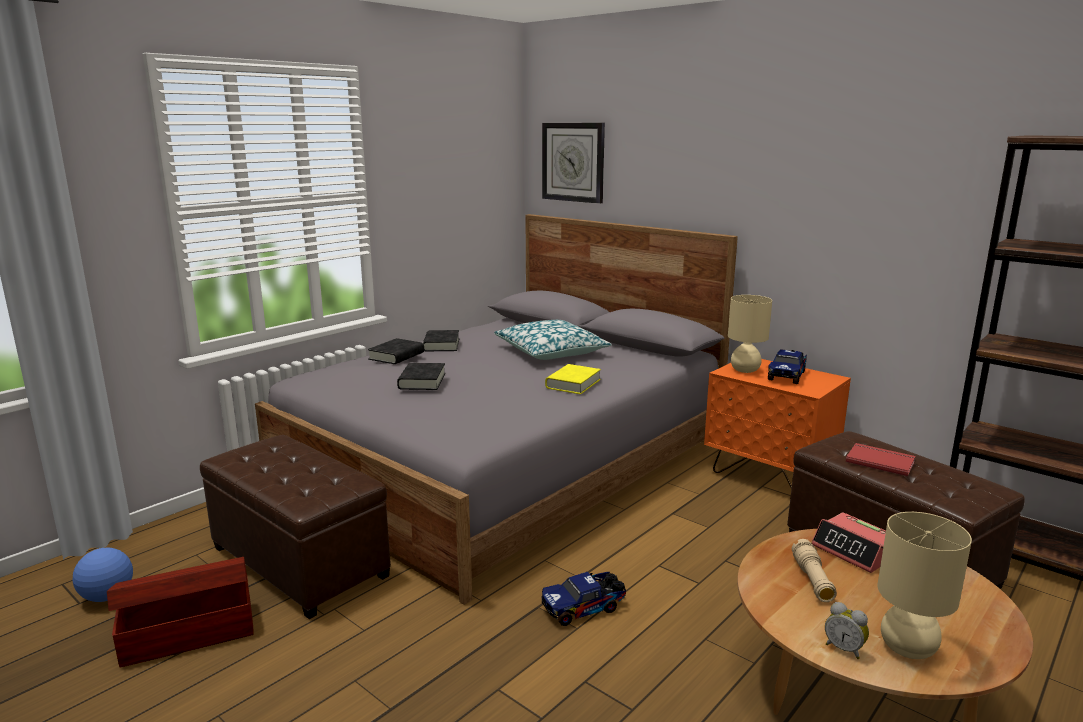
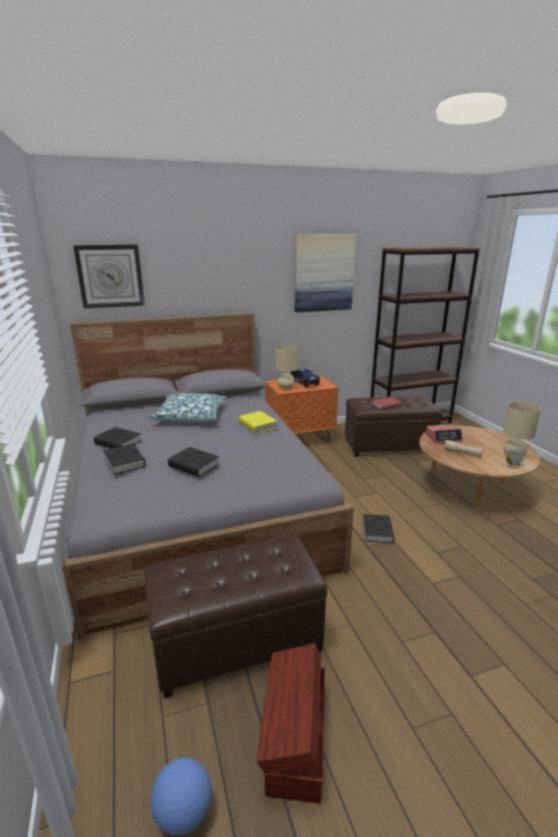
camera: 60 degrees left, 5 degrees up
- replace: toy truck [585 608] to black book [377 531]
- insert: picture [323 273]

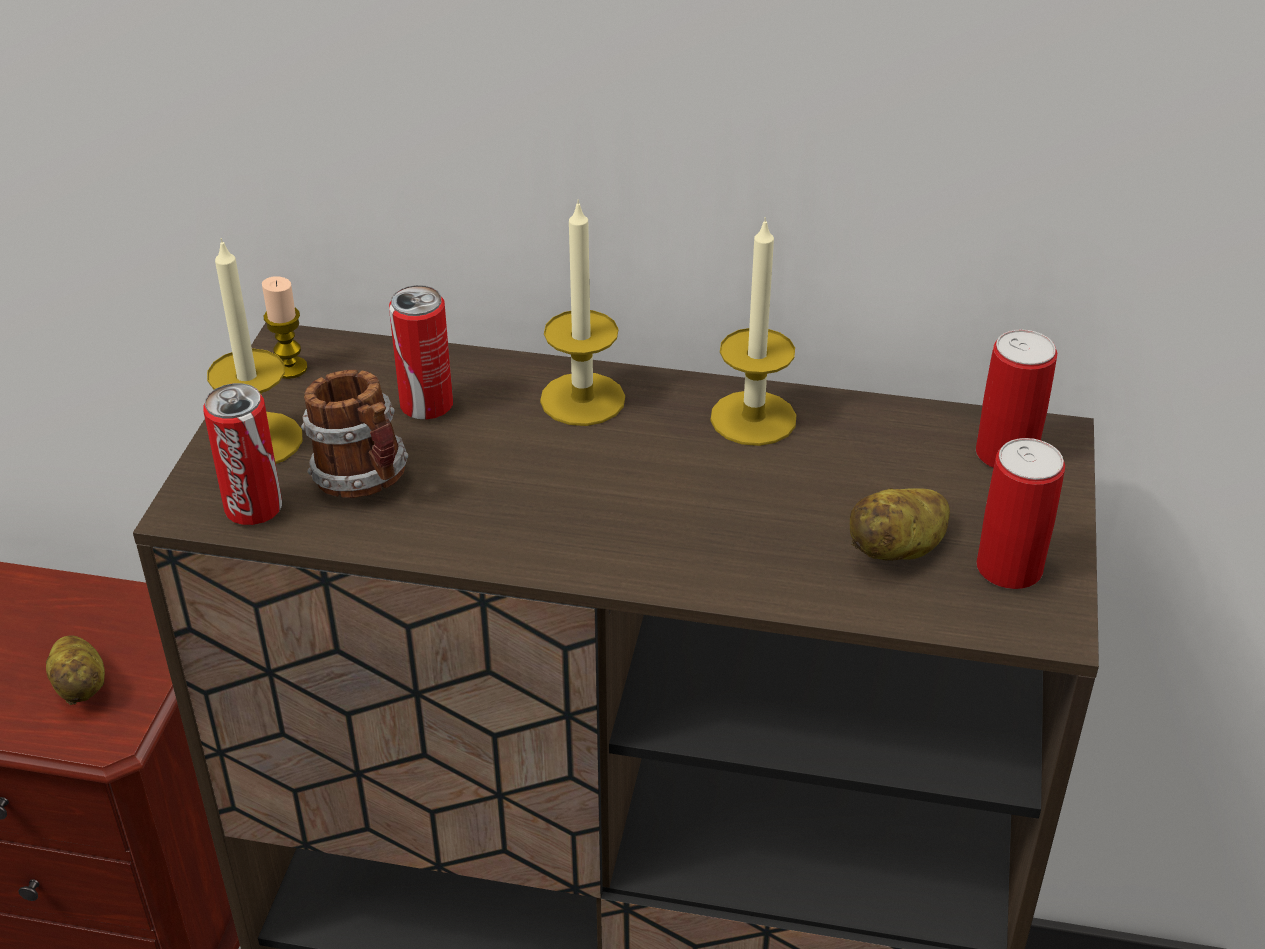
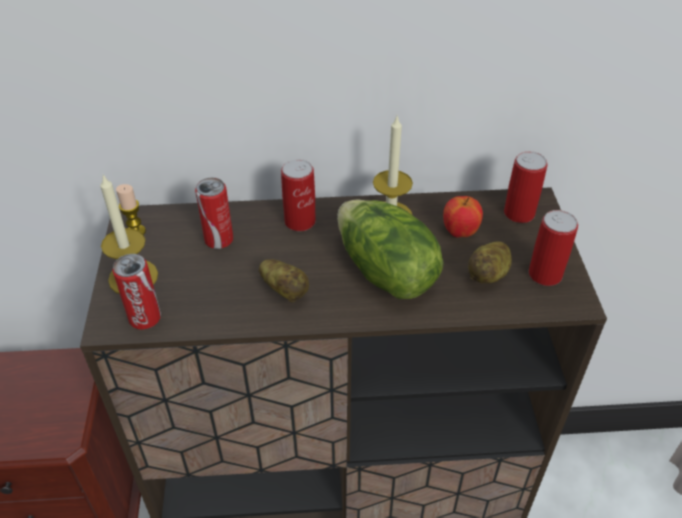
camera: 15 degrees left, 5 degrees up
- move: potato [82 685] to [285 290]
- delete: mug [365 480]
- replace: candle [582 399] to can [300 221]
- insert: lettuce [384 273]
- insert: apple [460 232]

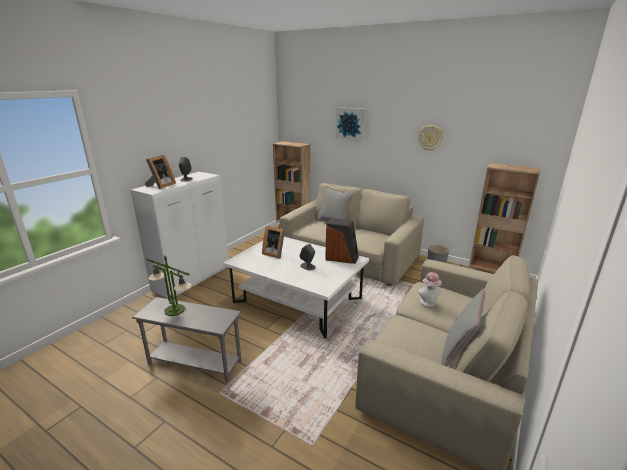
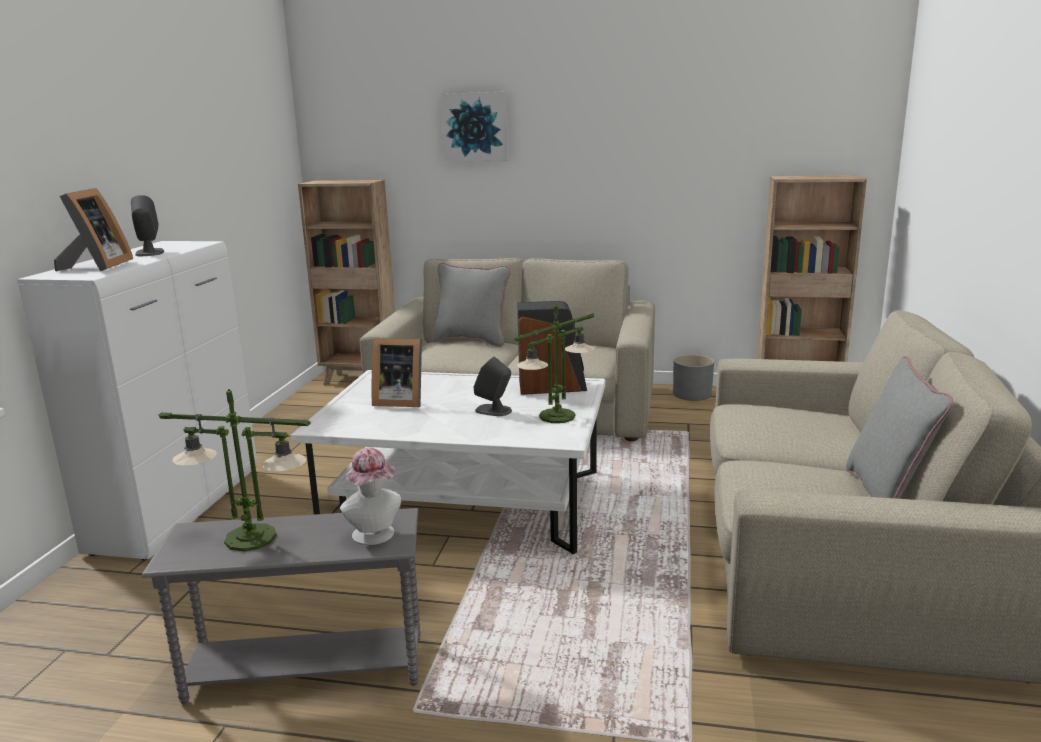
camera: 20 degrees left, 5 degrees down
- delete: wall clock [430 138]
- move: hat [428 303] to [375 537]
- insert: table lamp [557 416]

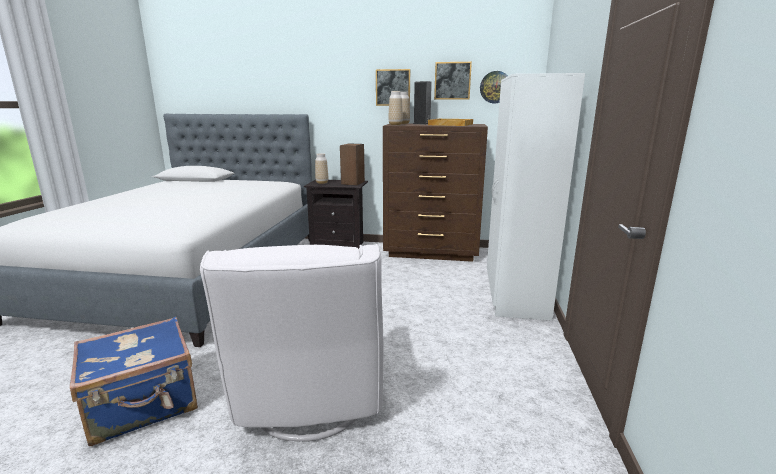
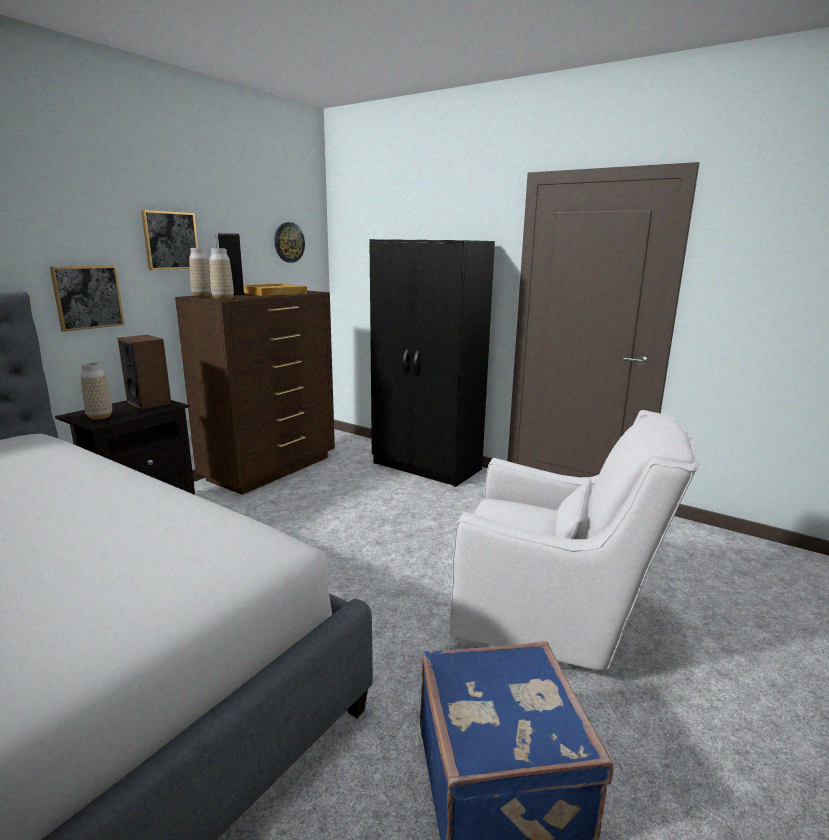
camera: 65 degrees left, 0 degrees up
- move: picture [452 81] to [88 297]
- recolor: white wardrobe [515 296] to black wardrobe [427 467]

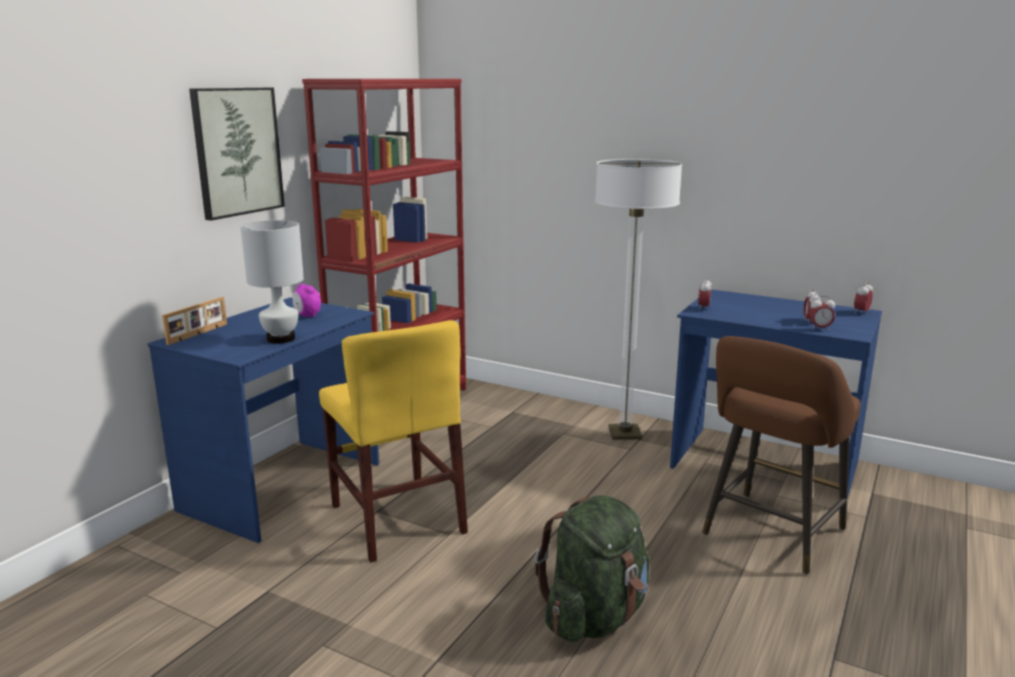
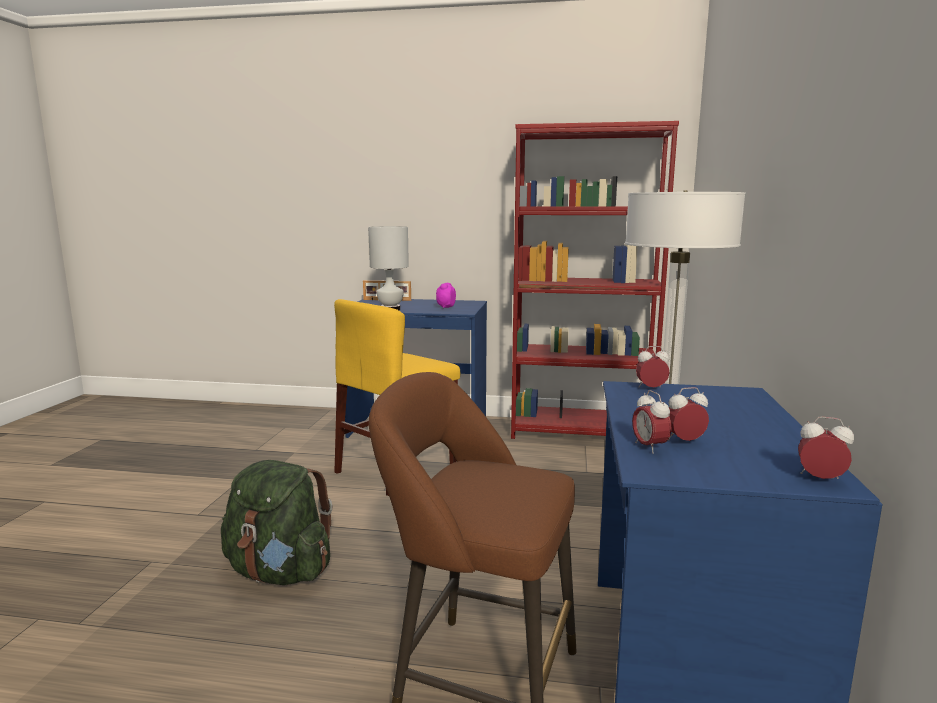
camera: 70 degrees right, 5 degrees down
- delete: picture [237 151]

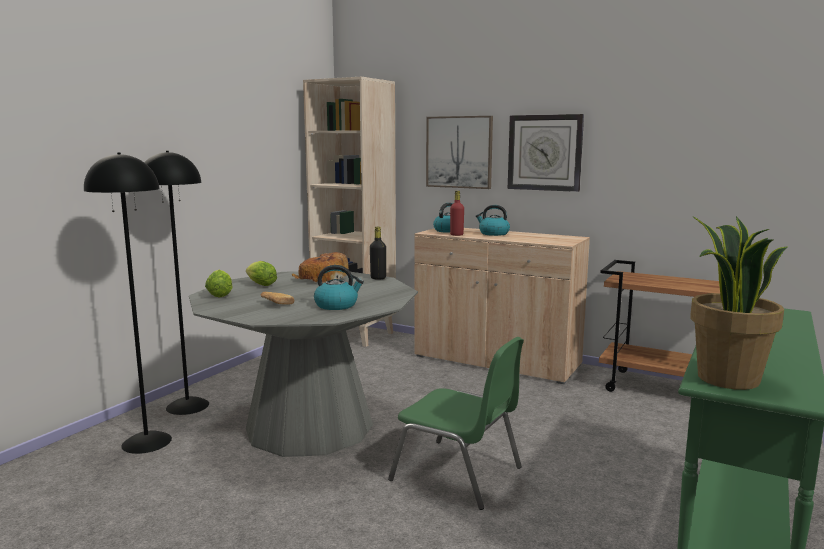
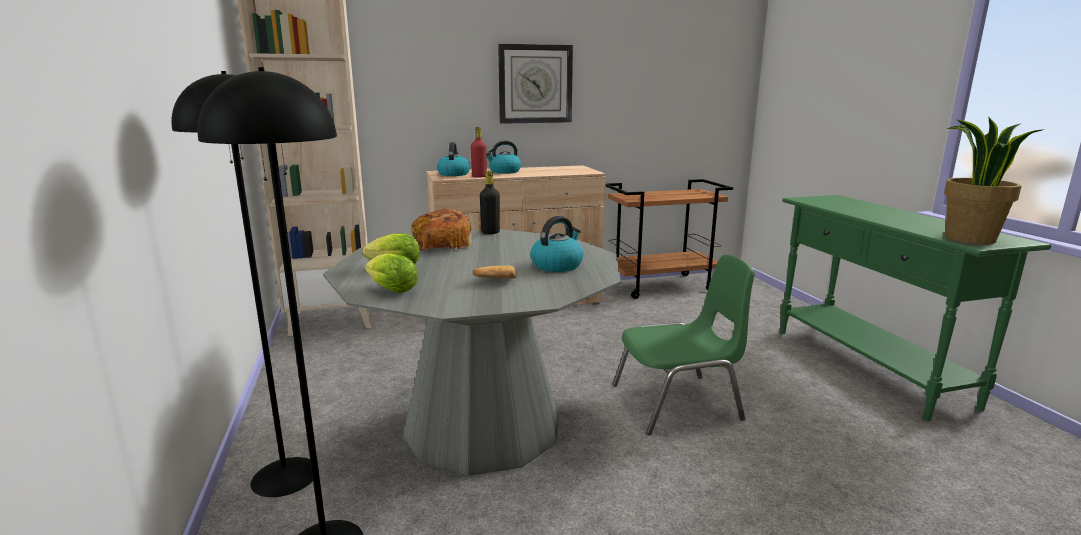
camera: 45 degrees left, 5 degrees up
- delete: picture [459 152]

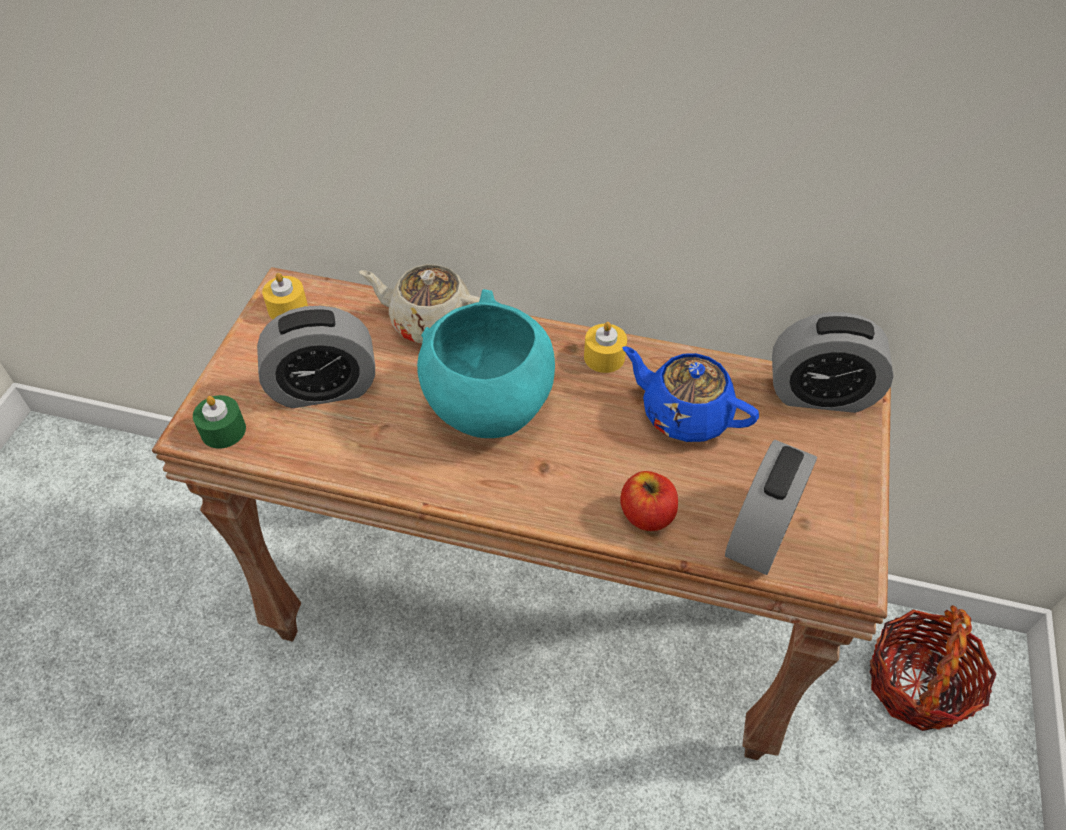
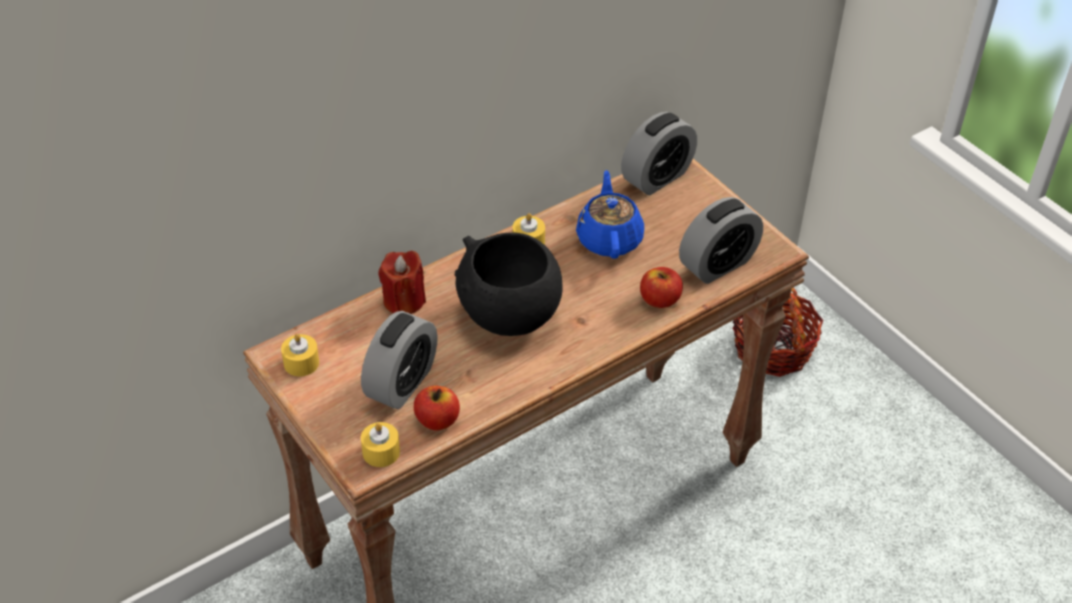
camera: 50 degrees left, 5 degrees down
- recolor: green candle [223 430] to yellow candle [381 452]
- replace: beige teapot [430 323] to red candle [404 301]
- recolor: turquoise bowl [488 408] to black bowl [509 317]
- rotate: blue teapot [684 414] = [609 239] 105 degrees clockwise
- rotate: alarm clock [760 533] = [717 264] 75 degrees clockwise
- insert: apple [437 420]

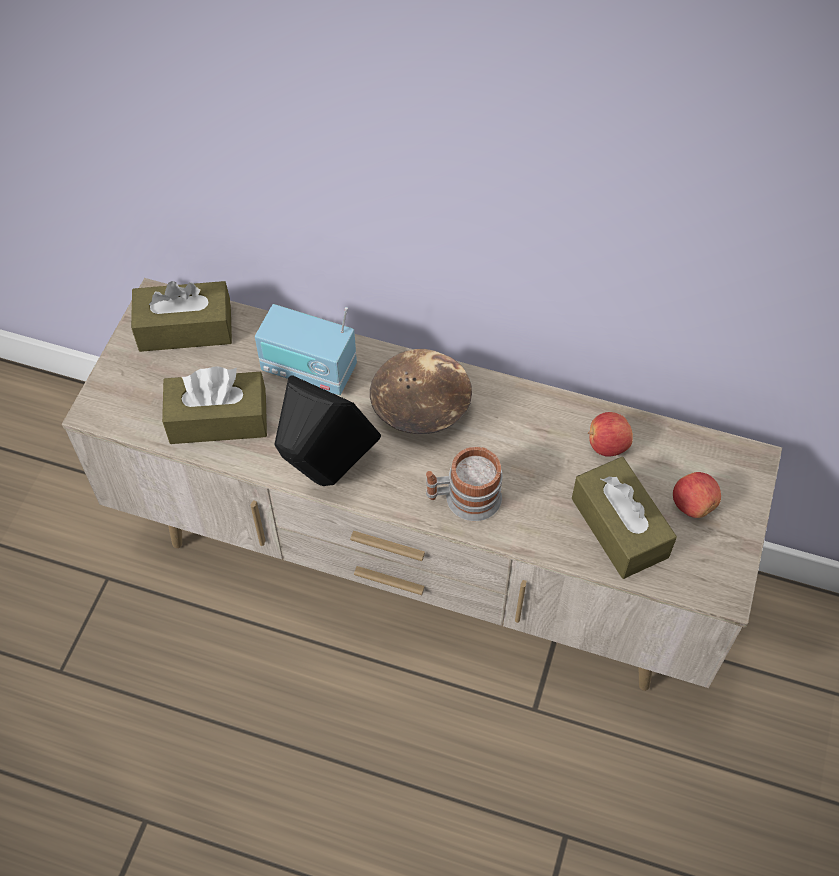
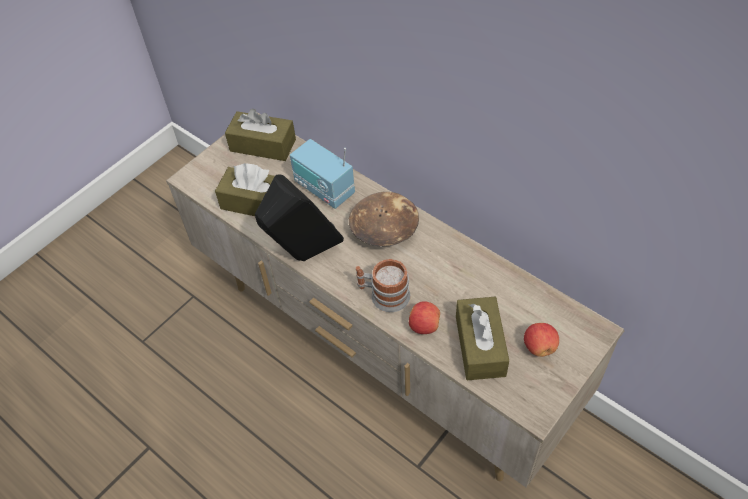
camera: 25 degrees right, 5 degrees down
- move: apple [607 445] to [424 326]

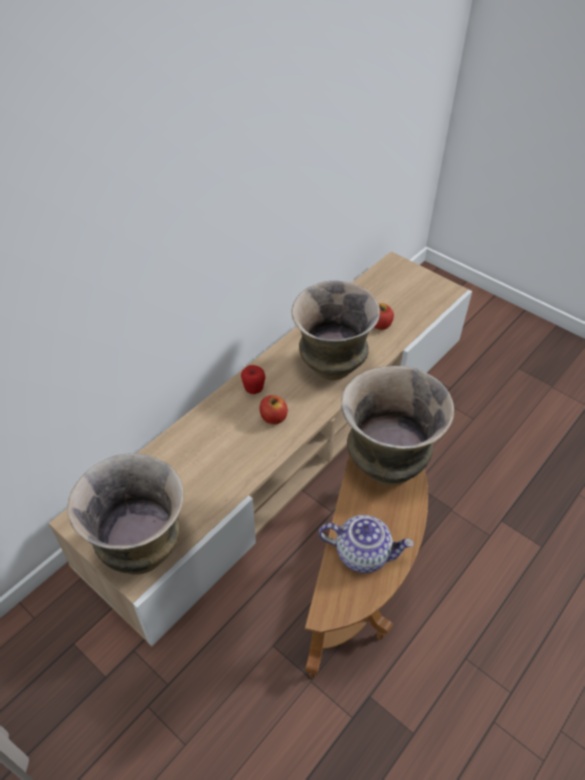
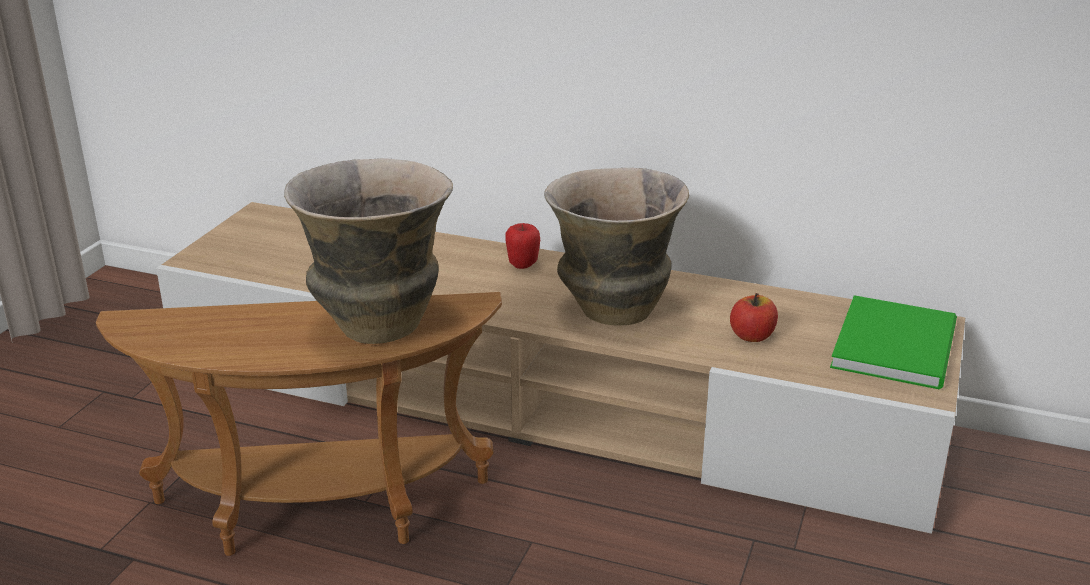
camera: 70 degrees right, 20 degrees down
- delete: vase [142 550]
- delete: apple [273 417]
- delete: teapot [363 553]
- insert: green book [898 344]

